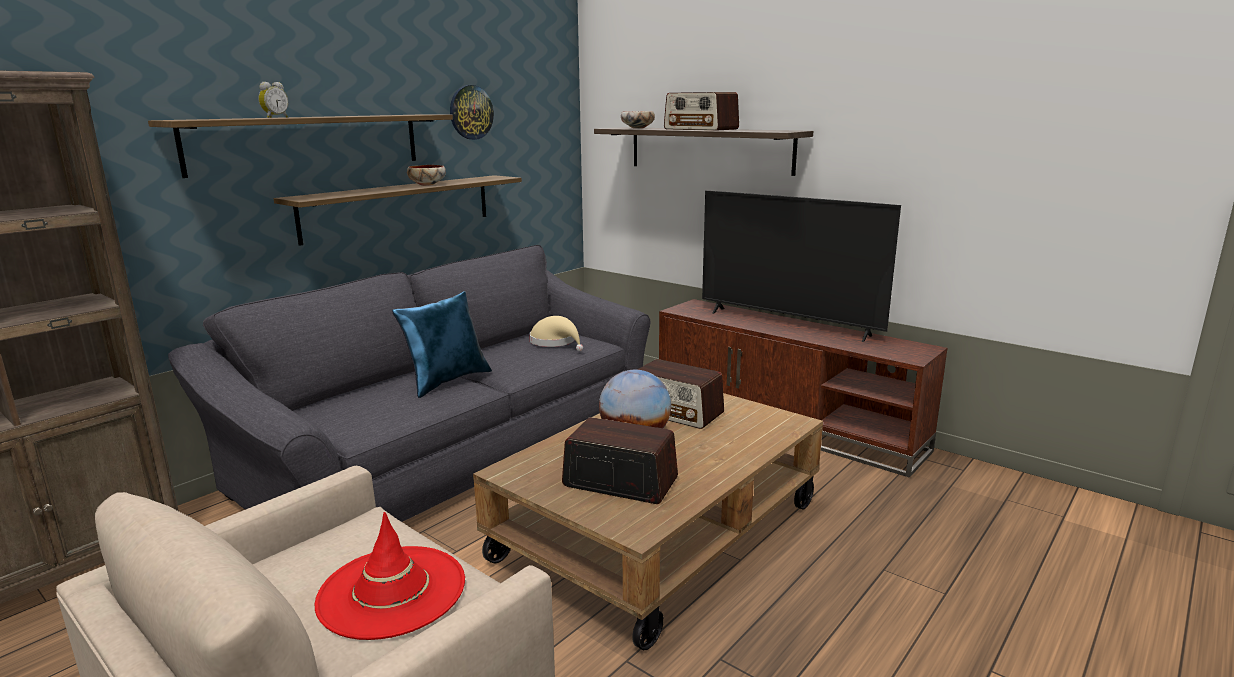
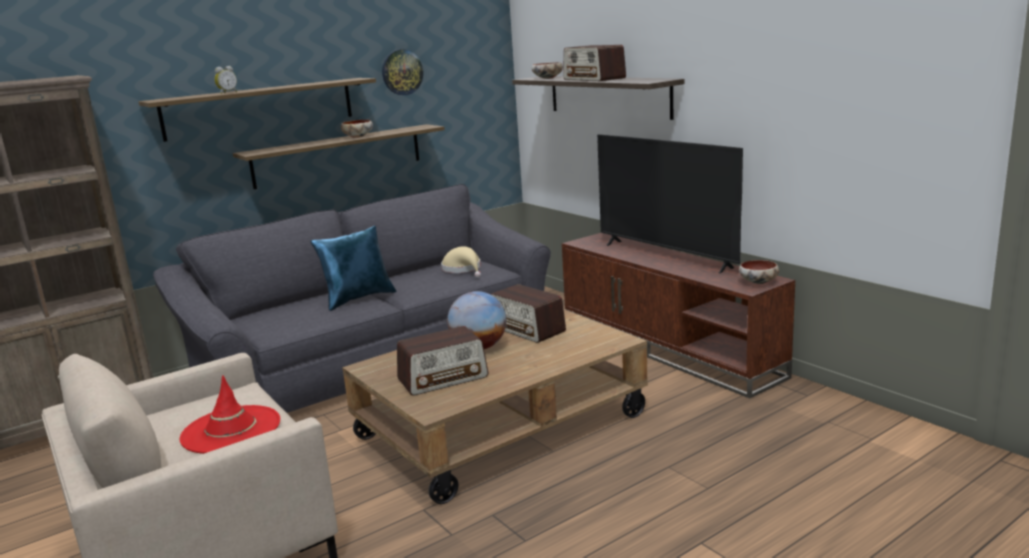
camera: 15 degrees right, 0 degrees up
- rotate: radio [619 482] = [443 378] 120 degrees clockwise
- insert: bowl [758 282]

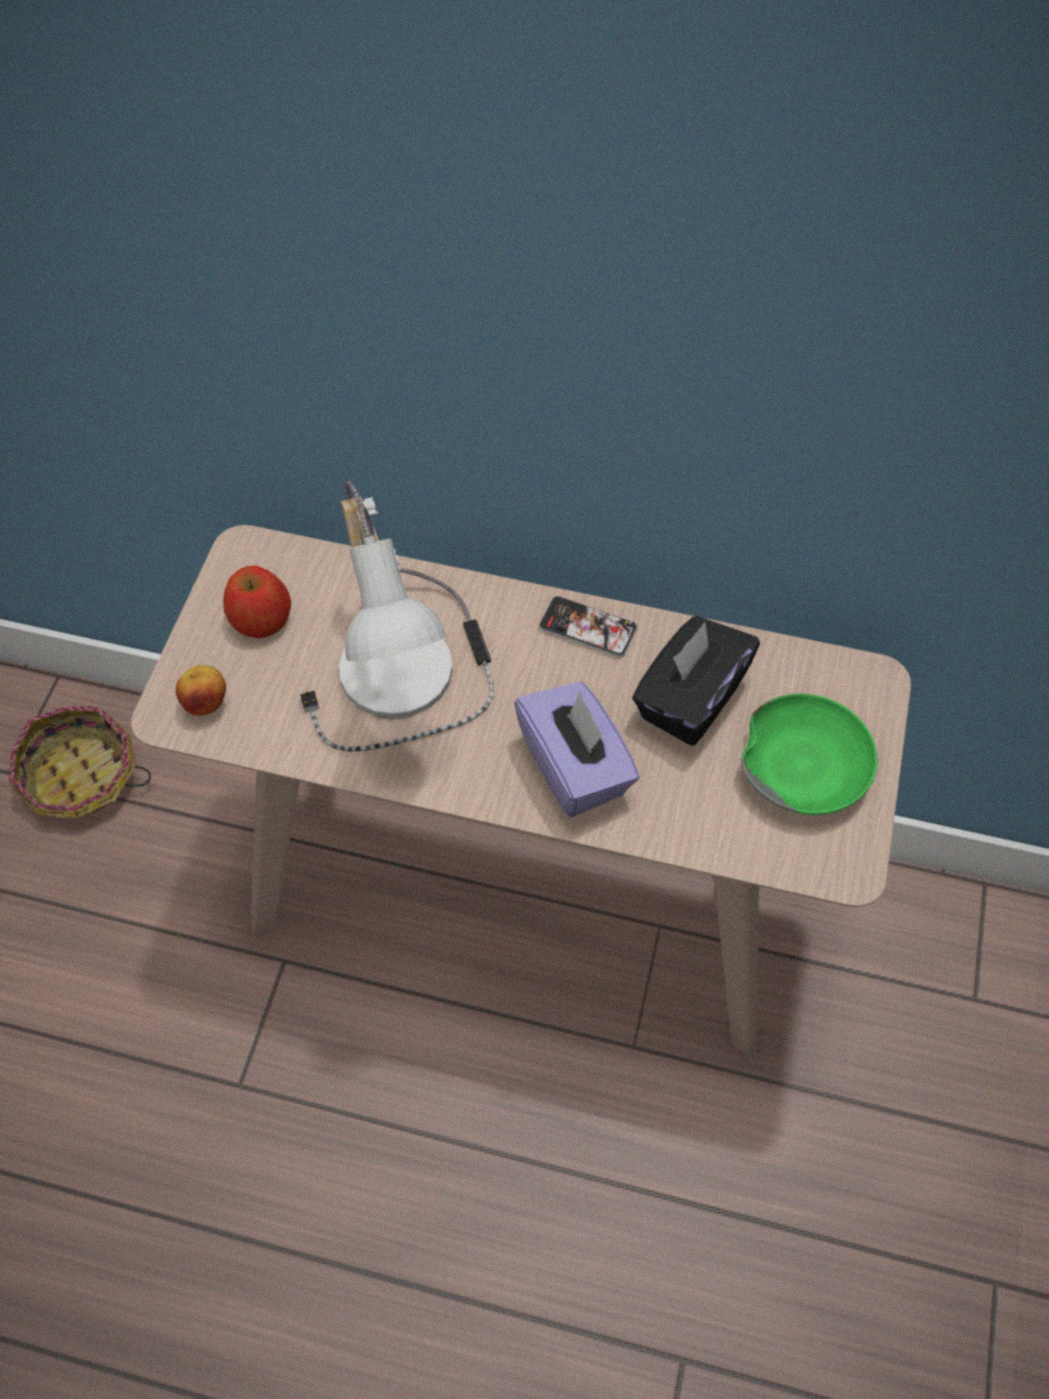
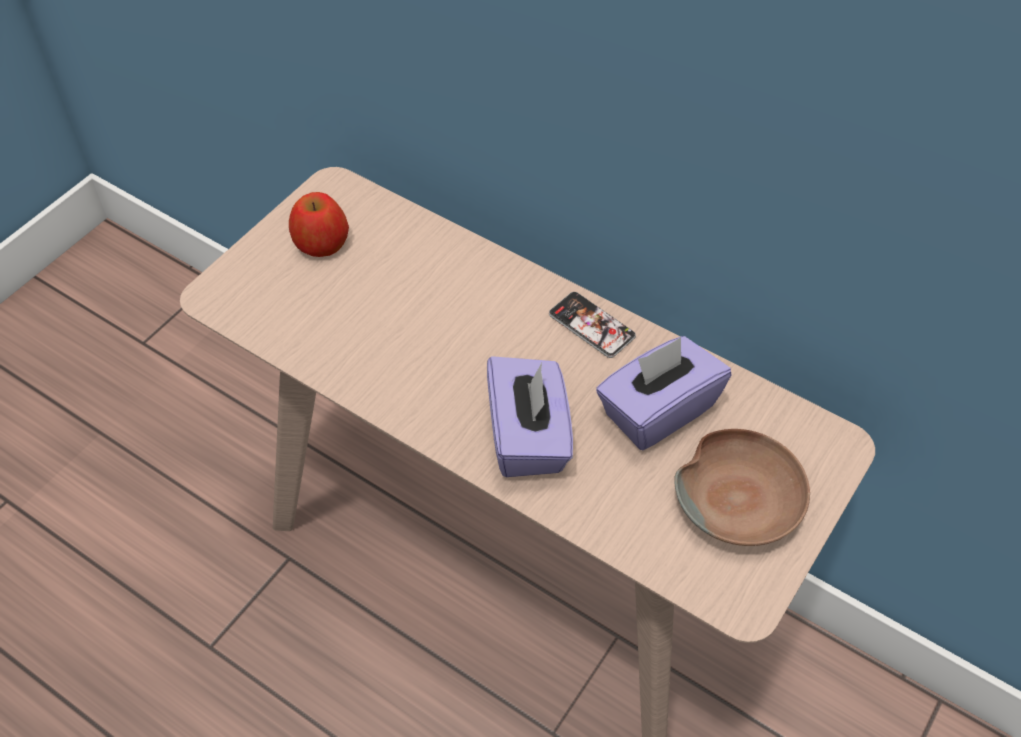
camera: 20 degrees right, 5 degrees down
- delete: basket [81 777]
- delete: apple [206 703]
- delete: table lamp [409 673]
- recolor: black tissue box [690 699] to purple tissue box [657 411]
- recolor: green bowl [804 765] to brown bowl [739 499]

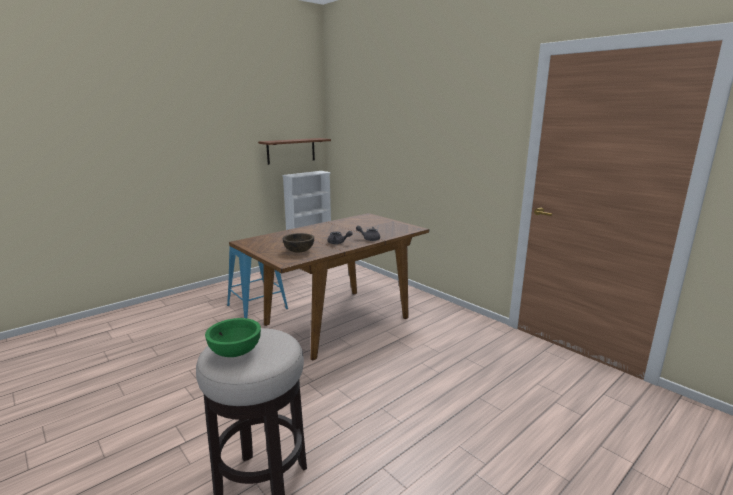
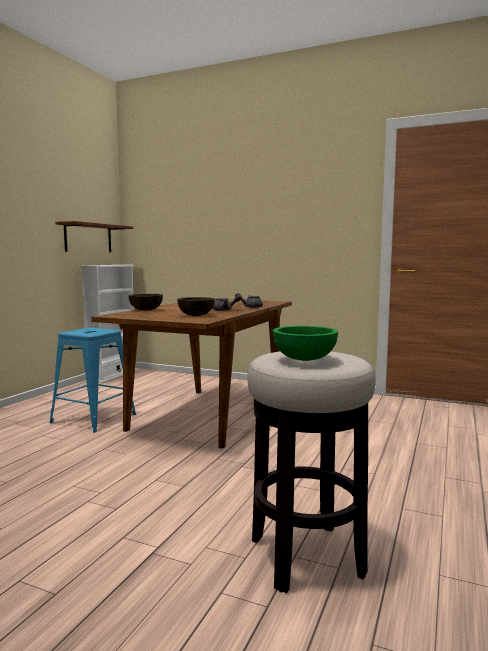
camera: 25 degrees left, 10 degrees down
- insert: brown bowl [146 310]

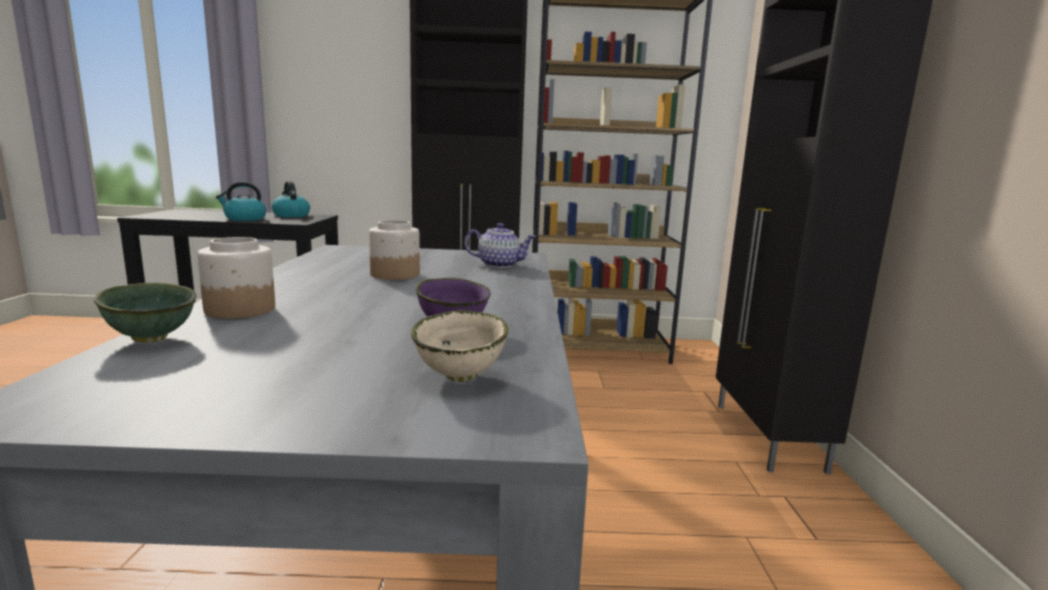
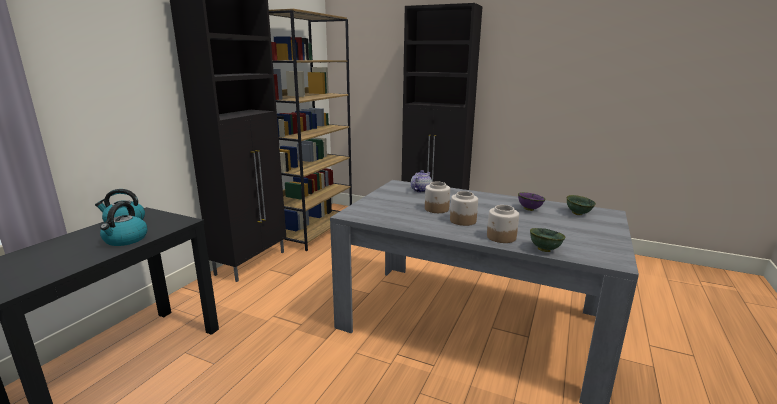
camera: 65 degrees left, 5 degrees up
- recolor: beige bowl [462 377] to green bowl [578 213]
- insert: jar [463 220]

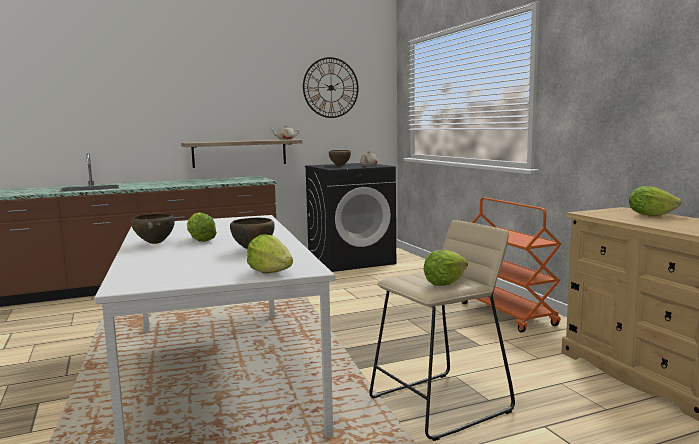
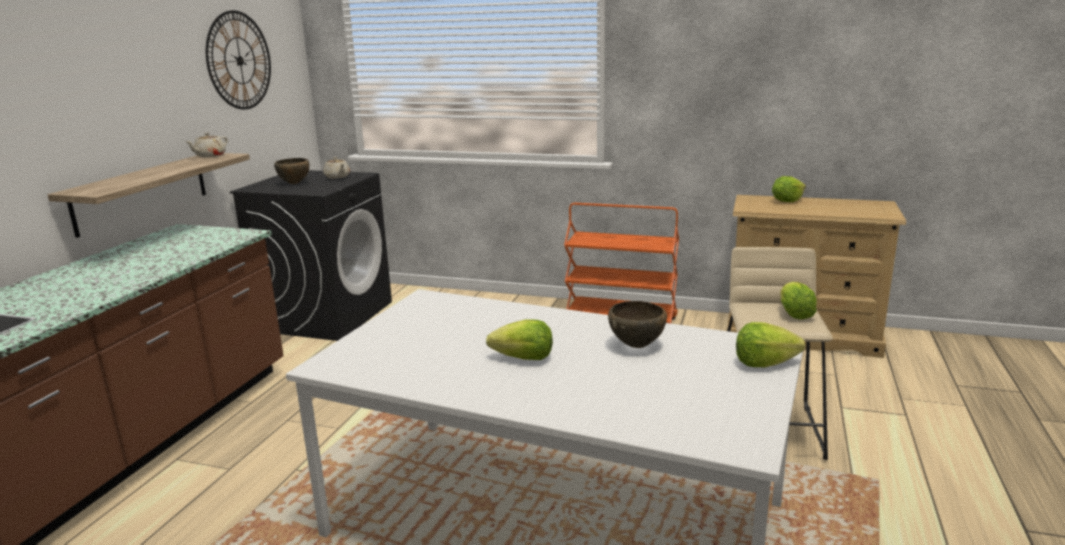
camera: 50 degrees left, 10 degrees up
- delete: brown bowl [155 243]

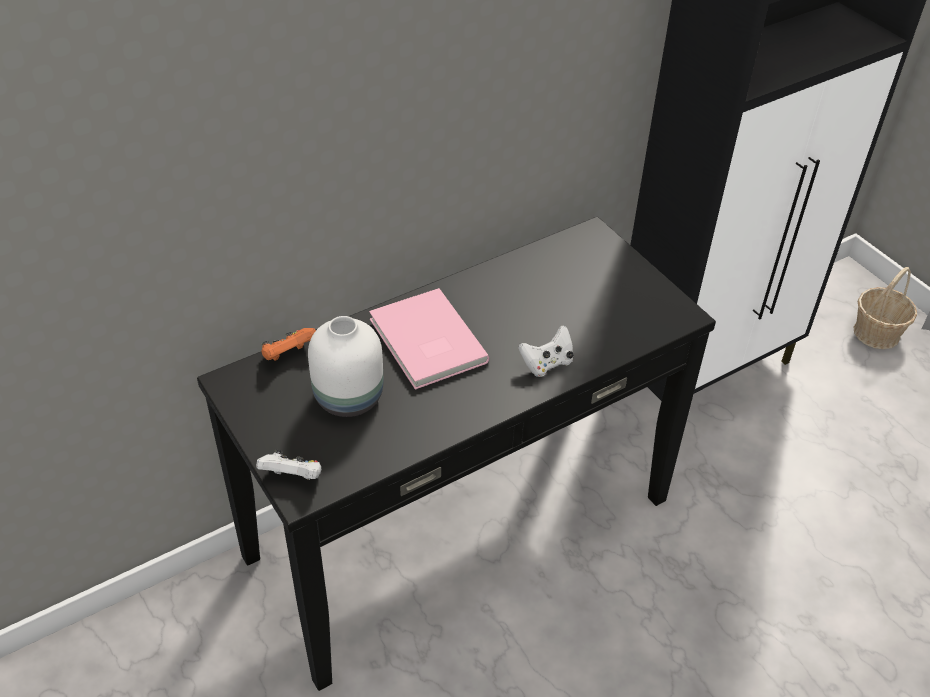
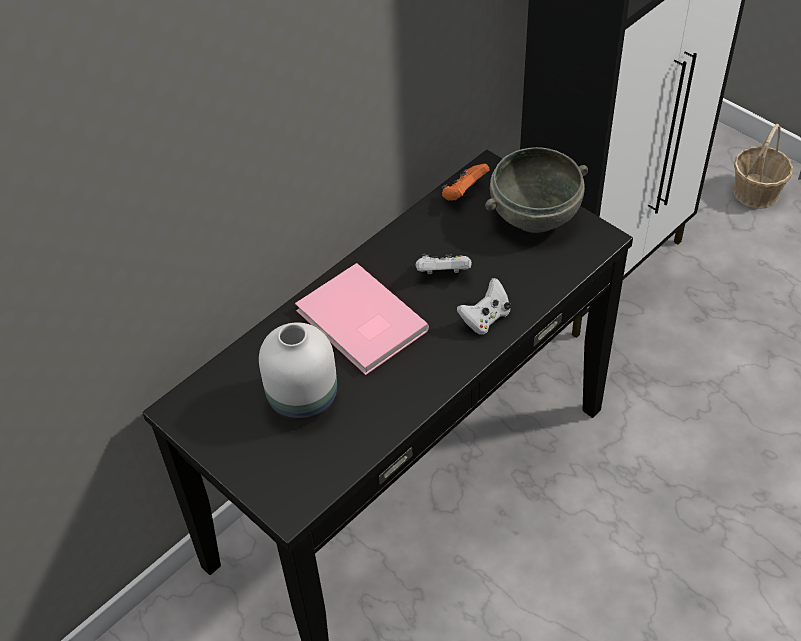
camera: 10 degrees left, 5 degrees up
- move: white game controller [293 477] to [443 274]
- move: orange game controller [288 355] to [463 193]
- insert: grey bowl [534 214]

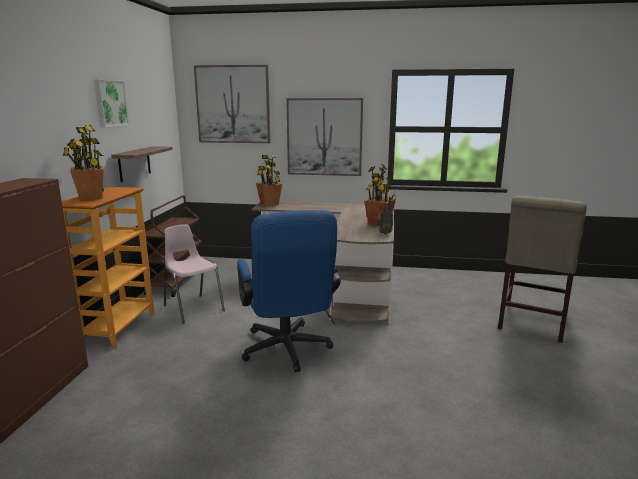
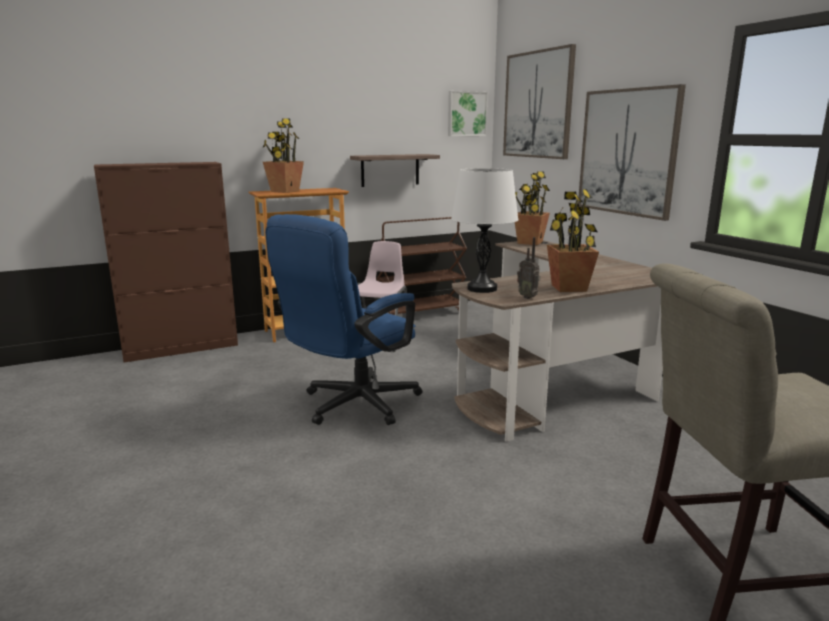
camera: 55 degrees right, 0 degrees up
- move: picture [110 103] to [466 114]
- insert: white table lamp [482 289]

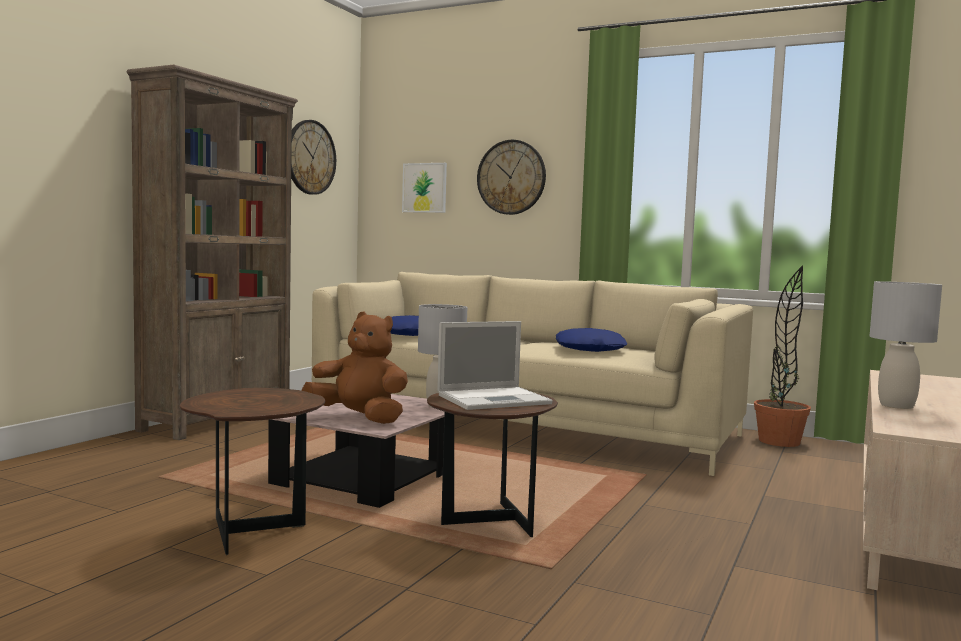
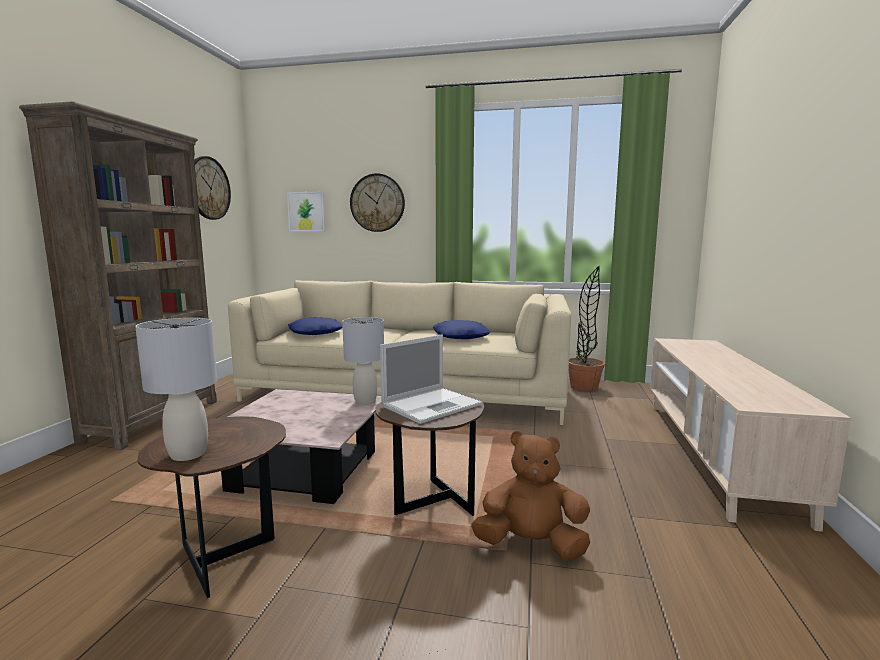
camera: 15 degrees left, 5 degrees up
- move: brown plush toy [359 418] to [531 545]
- move: grey table lamp [897 406] to [189 454]

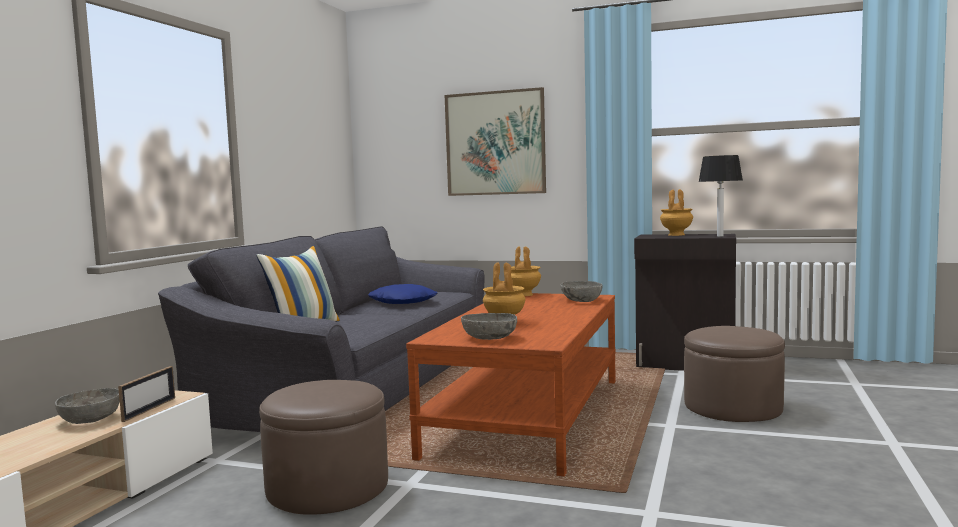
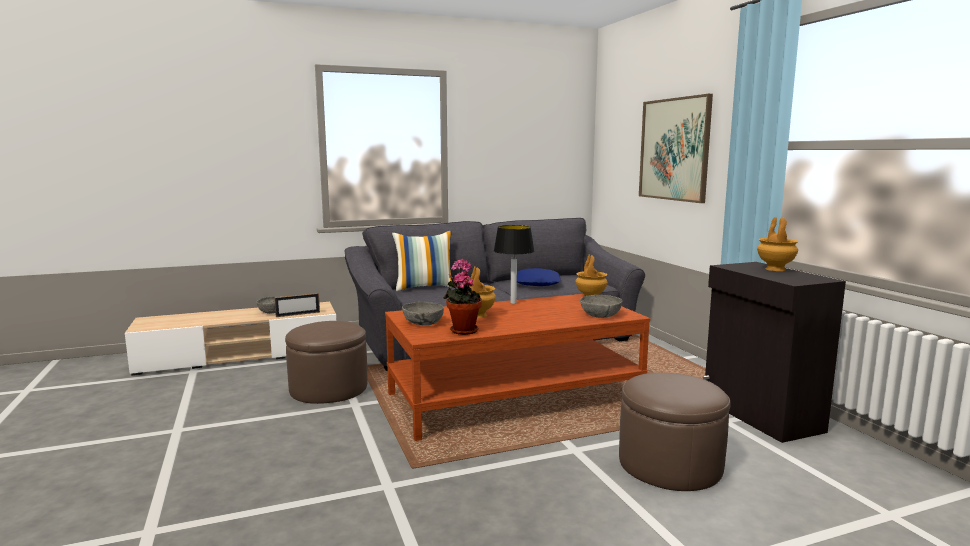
camera: 50 degrees right, 5 degrees up
- move: table lamp [719 236] to [513 303]
- insert: potted plant [462 330]

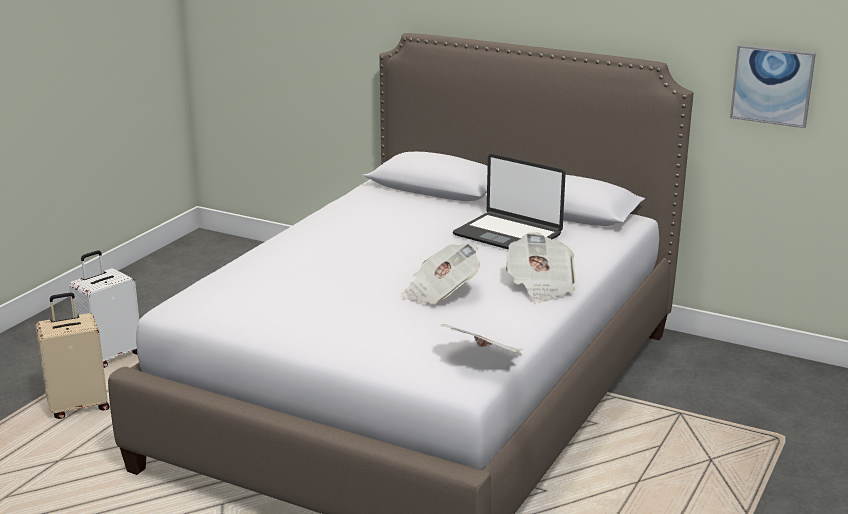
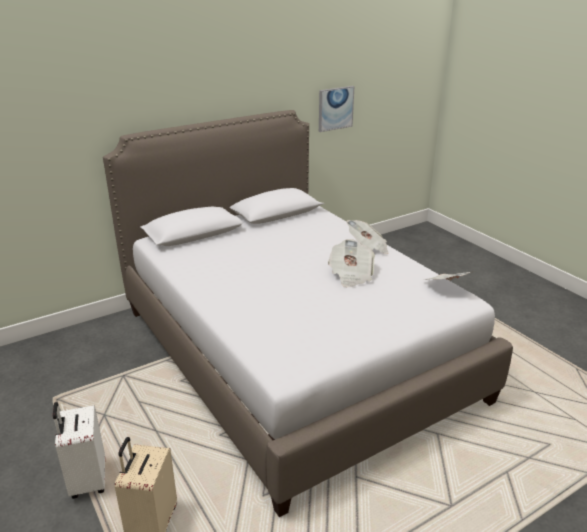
camera: 60 degrees left, 5 degrees up
- delete: laptop [508 234]

